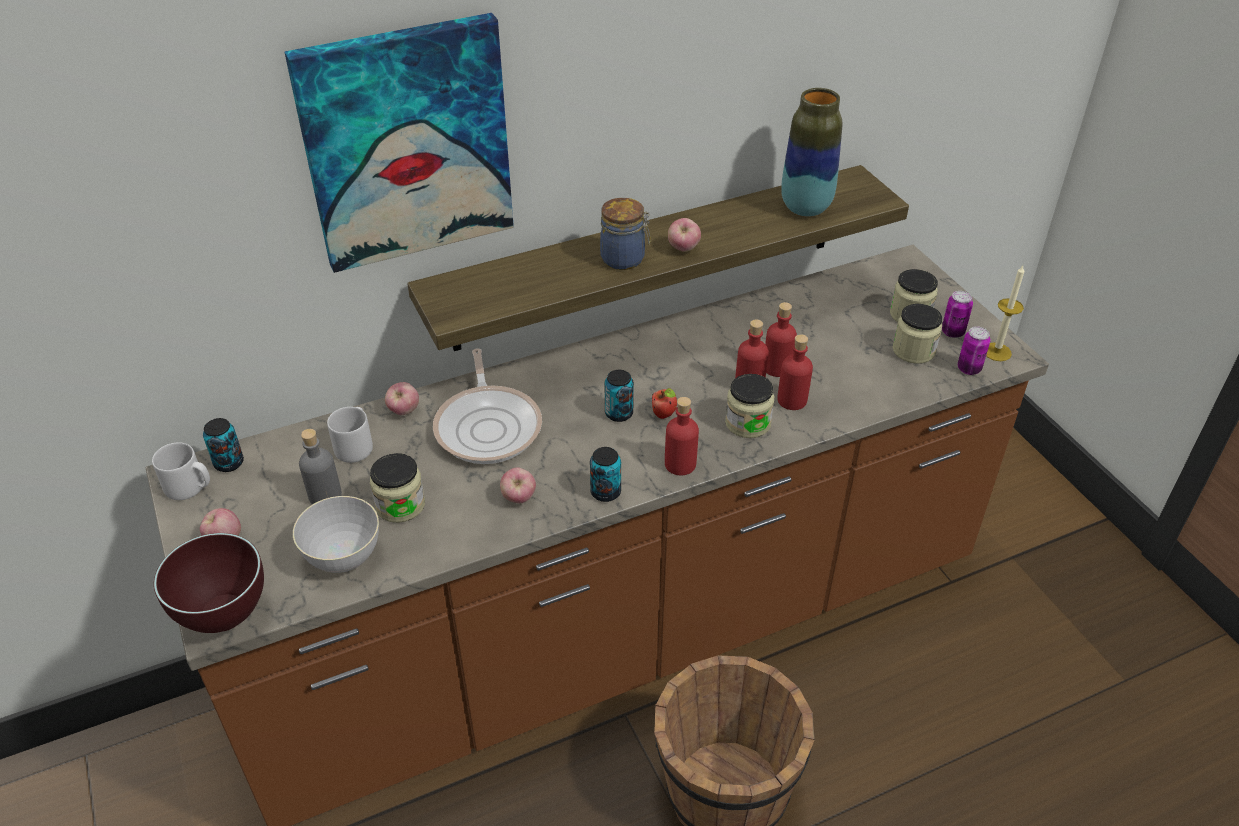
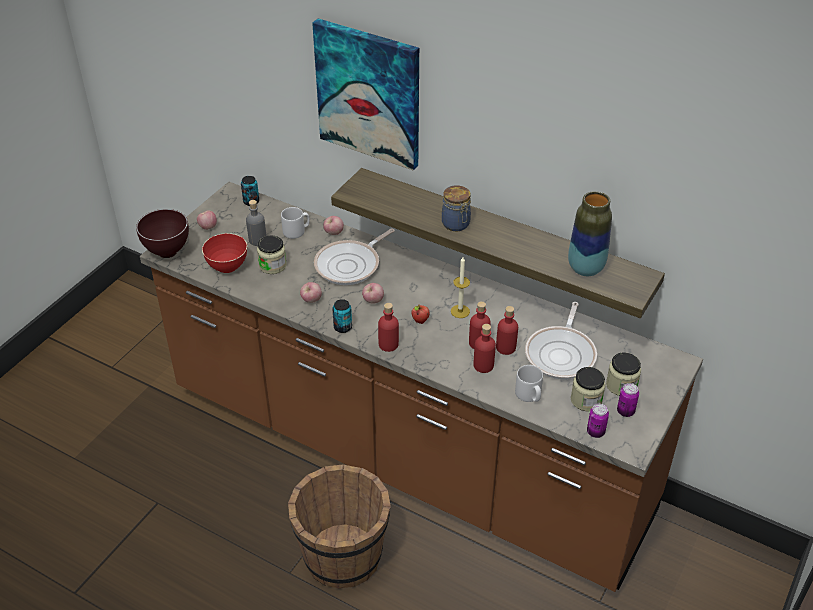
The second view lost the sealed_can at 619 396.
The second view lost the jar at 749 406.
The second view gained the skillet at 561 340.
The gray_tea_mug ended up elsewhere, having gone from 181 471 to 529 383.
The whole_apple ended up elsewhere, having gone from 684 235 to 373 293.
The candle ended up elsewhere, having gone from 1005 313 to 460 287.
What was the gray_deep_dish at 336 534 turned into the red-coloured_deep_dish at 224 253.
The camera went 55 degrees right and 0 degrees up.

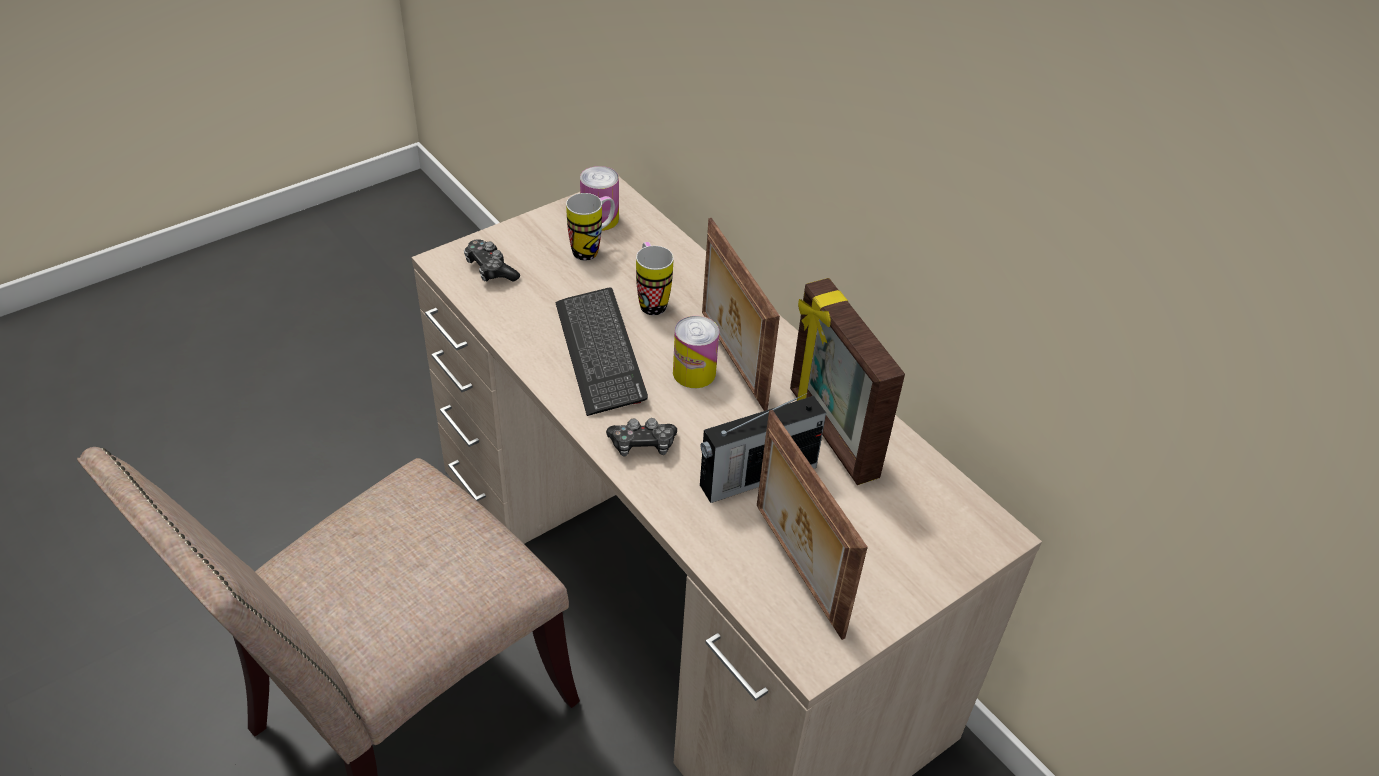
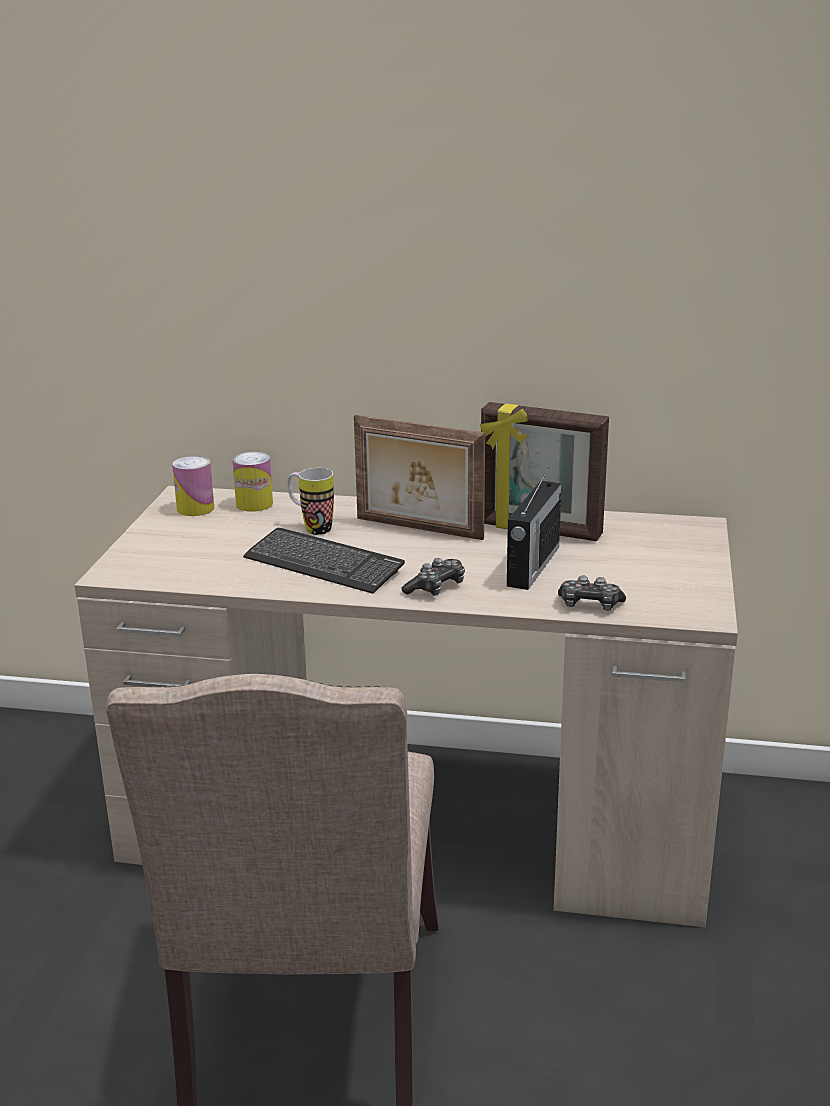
The second view lost the tea_mug at 590 227.
The second view lost the picture_frame at 812 525.
The joypad ended up elsewhere, having gone from 492 260 to 592 593.
The sealed_can ended up elsewhere, having gone from 696 352 to 252 482.
The camera went 40 degrees left and 20 degrees down.

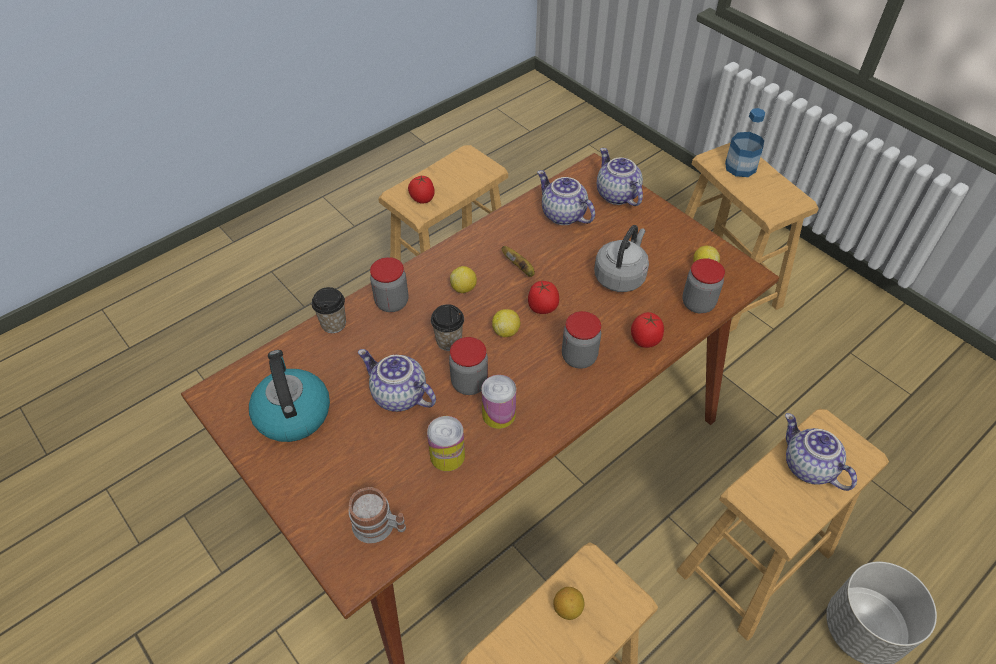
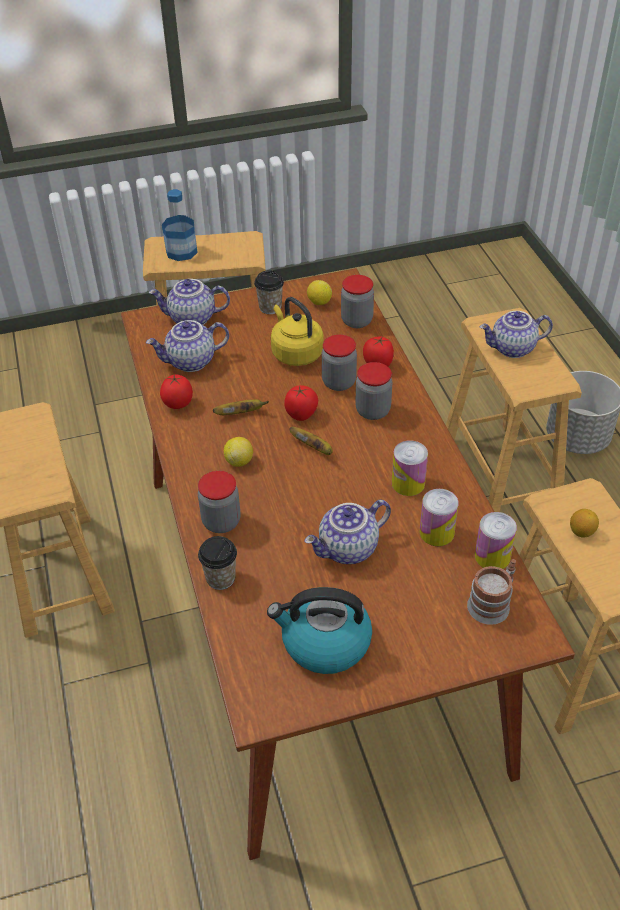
The second view gained the sealed_can at 496 540.
The whole_tomato ended up elsewhere, having gone from 421 190 to 176 392.
The small_cup ended up elsewhere, having gone from 447 327 to 269 292.
The jar ended up elsewhere, having gone from 468 366 to 339 362.
Where the lemon stood at 506 323, the banana came to stand at 311 441.
What was the gray_water_kettle at 621 258 turned into the yellow-coloured_water_kettle at 297 331.
The camera went 65 degrees left and 5 degrees down.

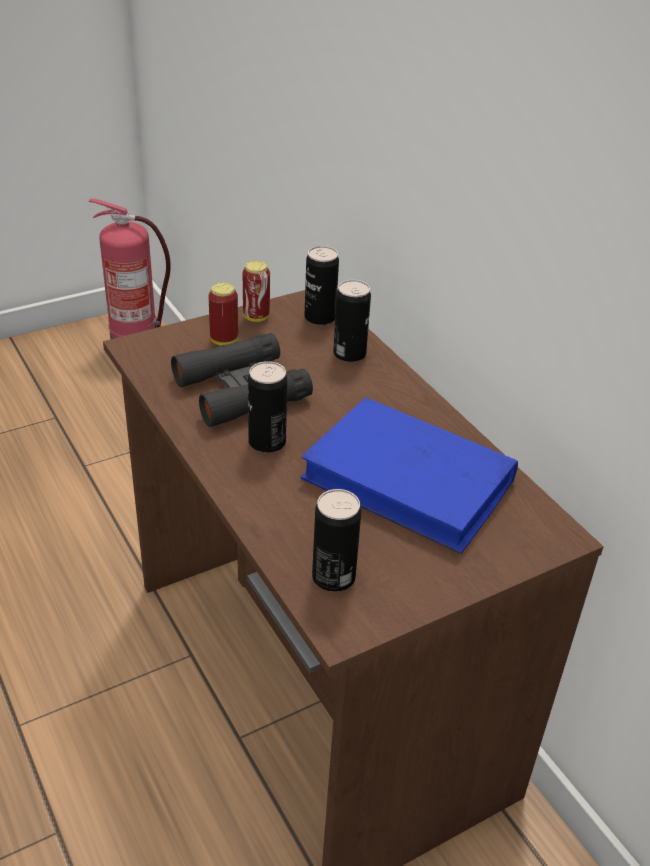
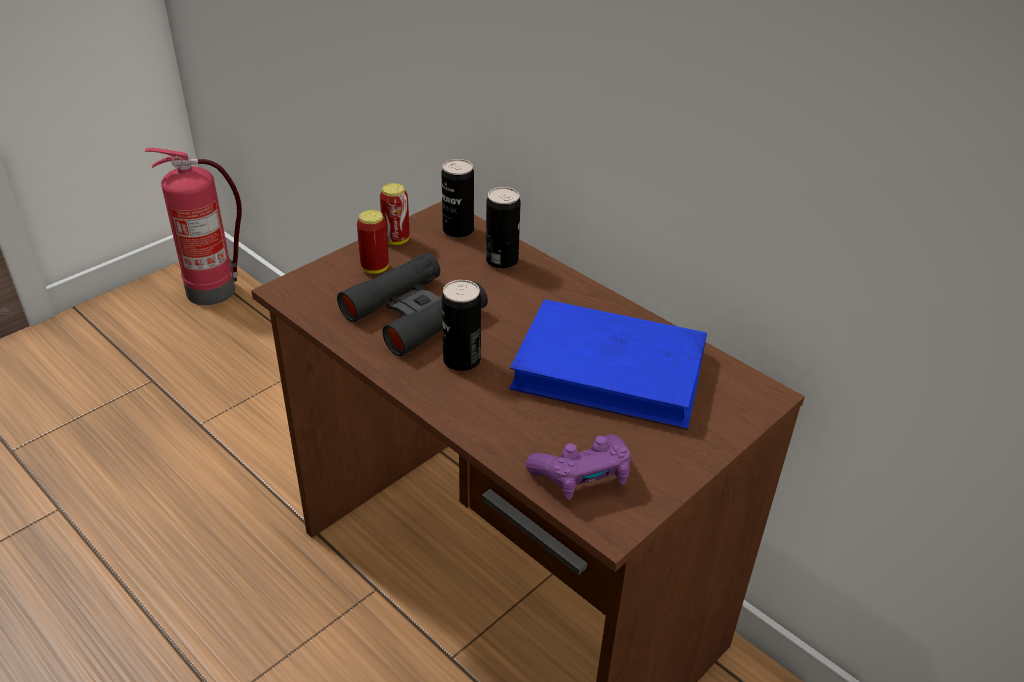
Where the sealed_can stood at 336 540, the purple-coloured_joypad came to stand at 578 467.
The camera went 15 degrees left and 0 degrees up.

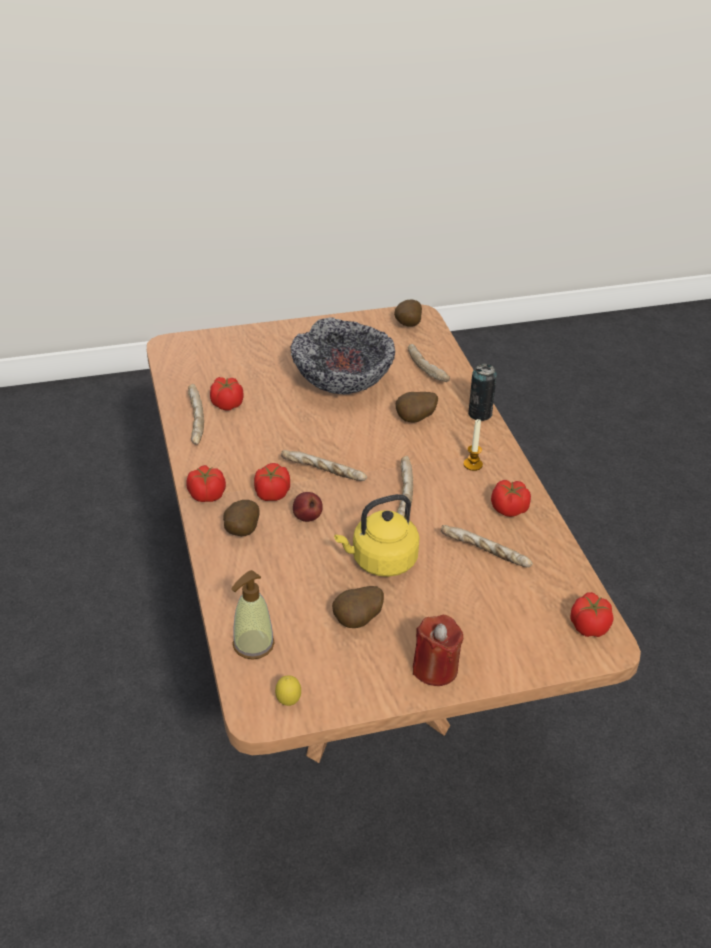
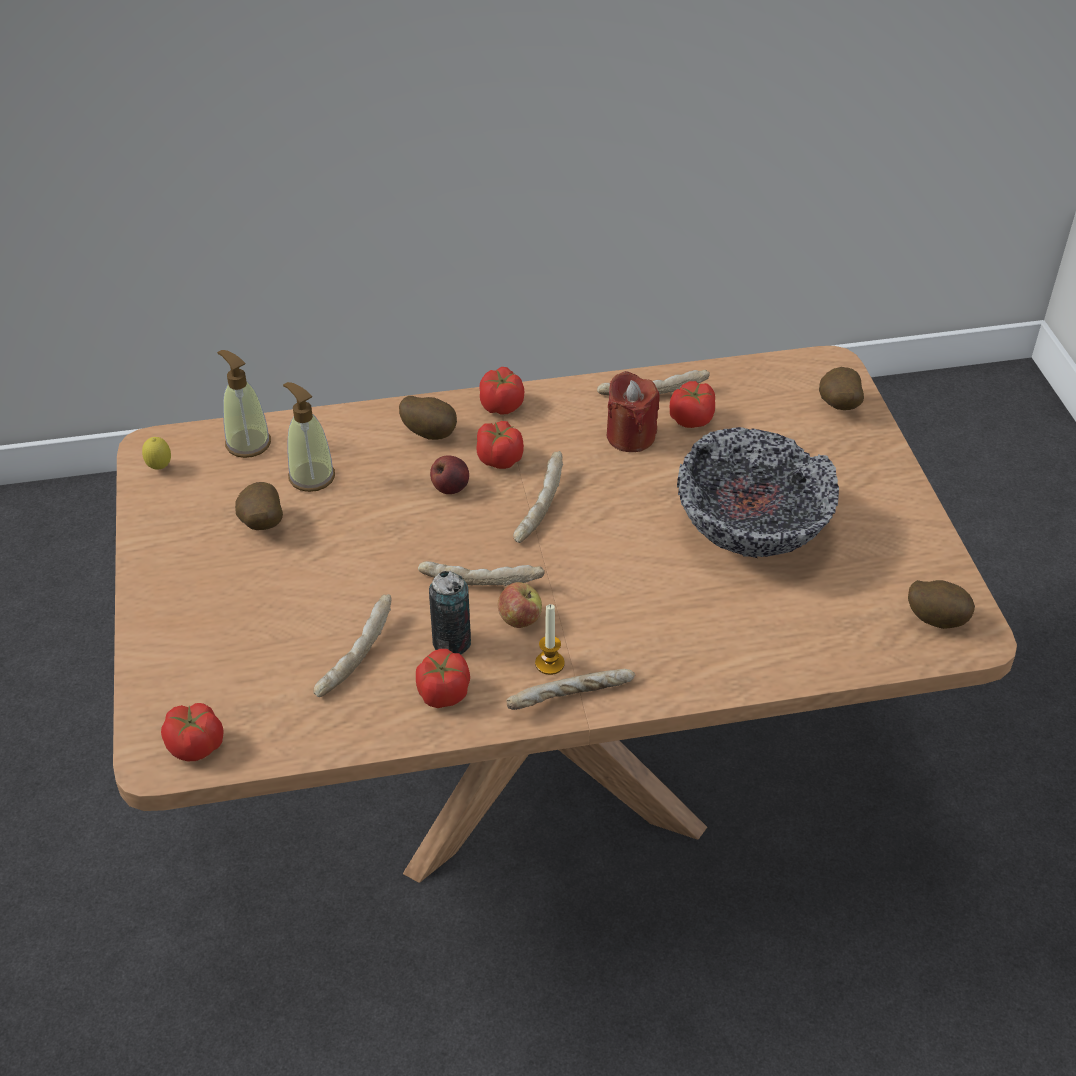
The second view lost the yellow-coloured_water_kettle at 377 535.
The second view gained the soap_dispenser at 309 437.
The second view gained the whole_apple at 520 605.
The potato ended up elsewhere, having gone from 417 407 to 841 388.
The bakery_bread ended up elsewhere, having gone from 429 363 to 570 689.
The red-coloured_candle ended up elsewhere, having gone from 438 650 to 633 411.
The sealed_can ended up elsewhere, having gone from 482 392 to 450 612.
The camera went 95 degrees right and 5 degrees up.

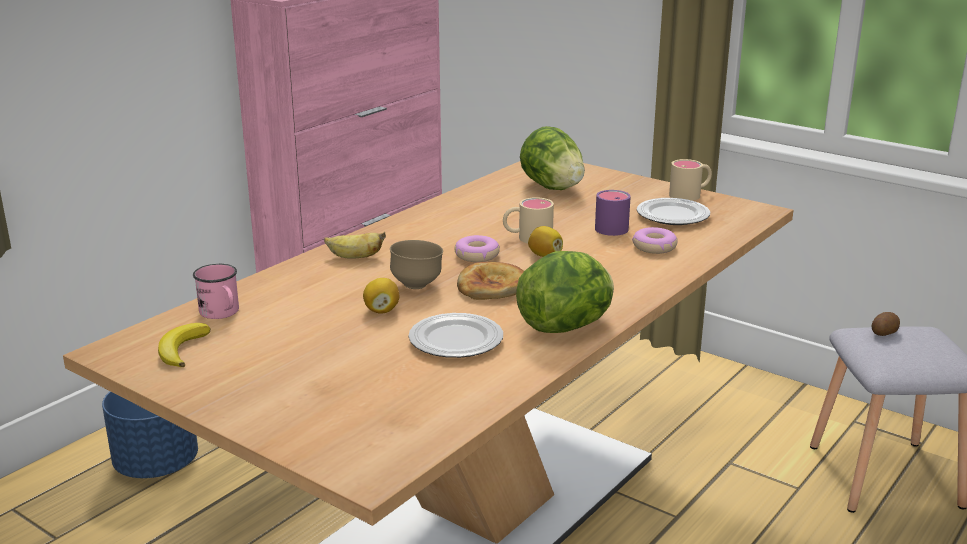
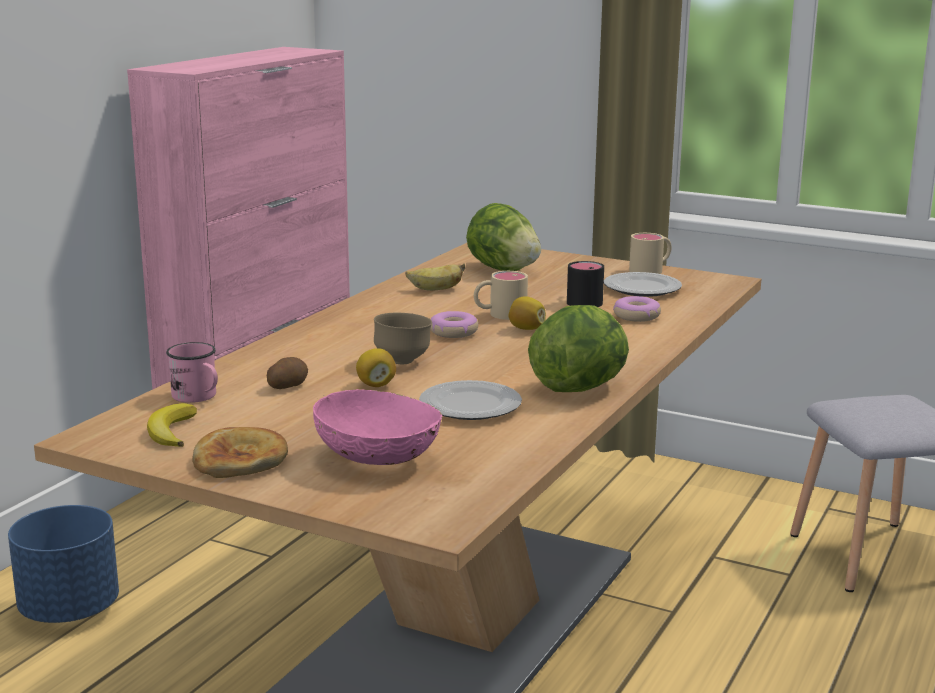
The second view gained the pink_deep_dish at 377 427.
The banana ended up elsewhere, having gone from 355 245 to 435 277.
The bakery_bread ended up elsewhere, having gone from 490 281 to 240 452.
The potato ended up elsewhere, having gone from 885 324 to 287 373.
What was the purple-coloured_tea_mug at 613 213 turned into the black_tea_mug at 585 284.
The camera went 10 degrees left and 5 degrees down.

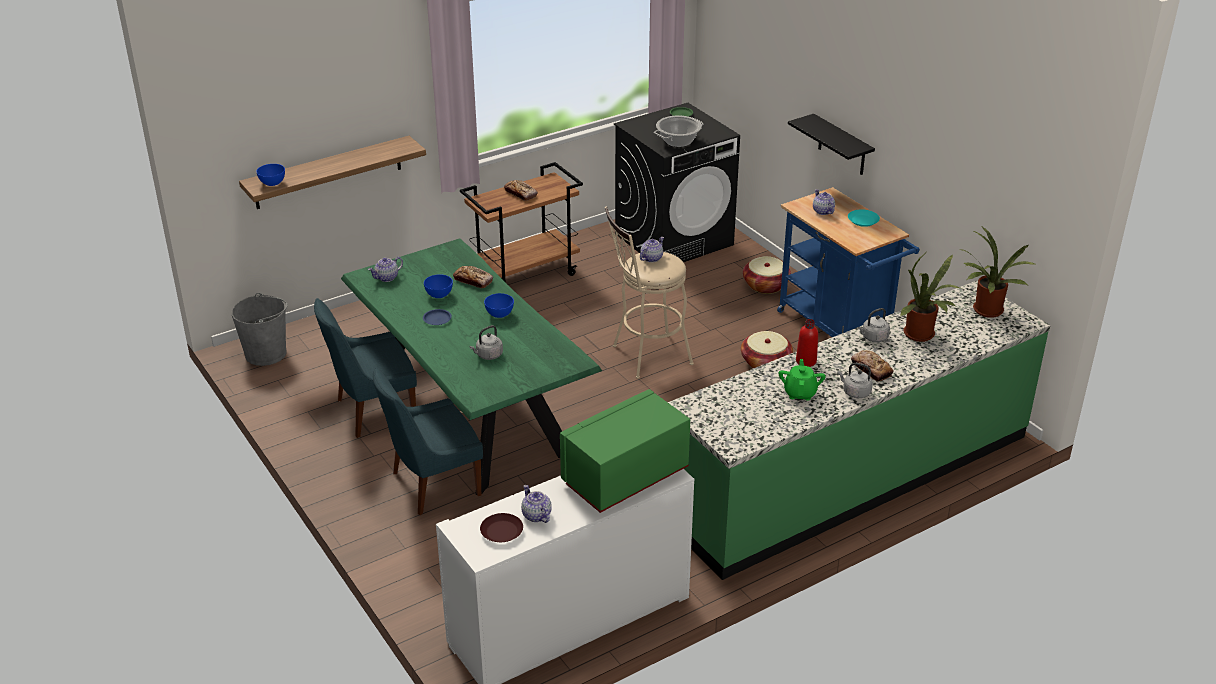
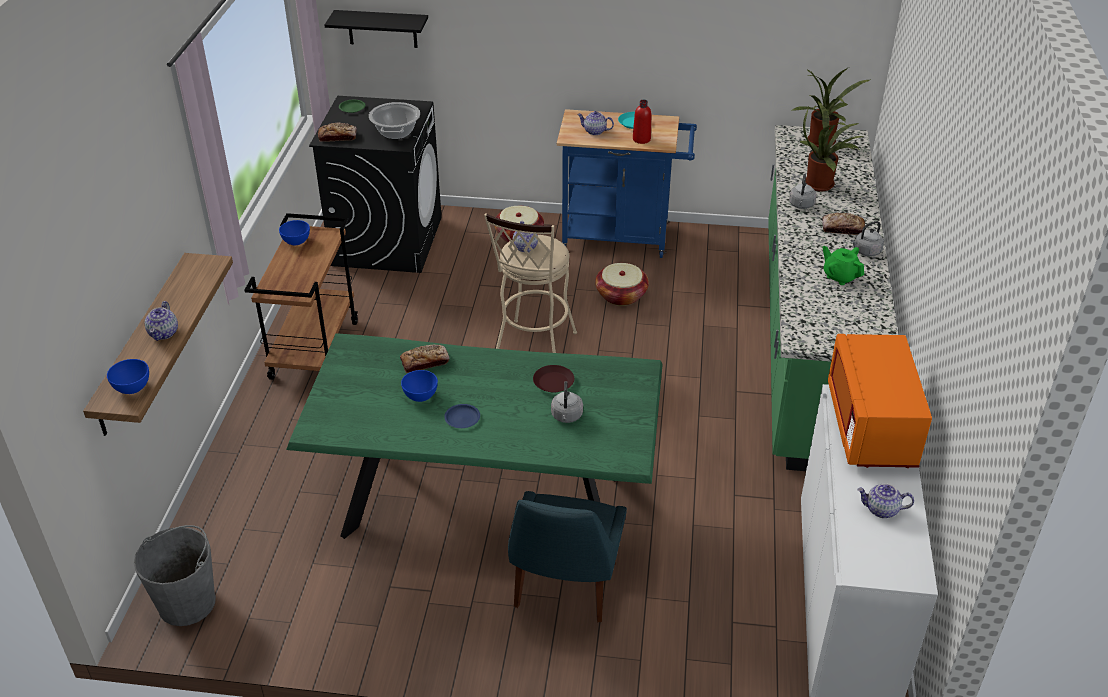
The second view lost the blue_plain_chair at 365 368.
The teapot ended up elsewhere, having gone from 385 269 to 161 321.
The brown-coloured_dinner_plate ended up elsewhere, having gone from 501 527 to 553 378.
The blue_deep_dish ended up elsewhere, having gone from 499 305 to 294 232.
The bakery_bread ended up elsewhere, having gone from 521 190 to 337 132.
The black_shelf ended up elsewhere, having gone from 831 144 to 376 29.
The red-coloured_drink_bottle ended up elsewhere, having gone from 807 343 to 642 122.
What was the greenish_microwave at 625 451 turned into the orange_microwave at 880 401.
The camera went 50 degrees left and 5 degrees up.

